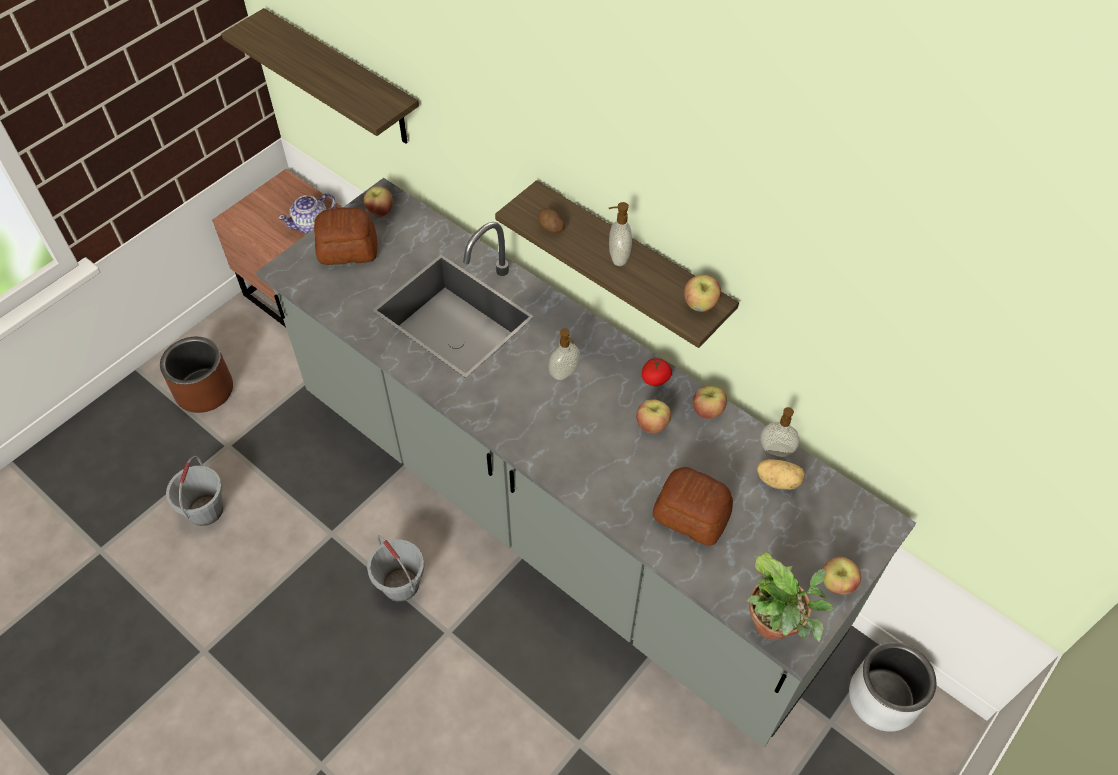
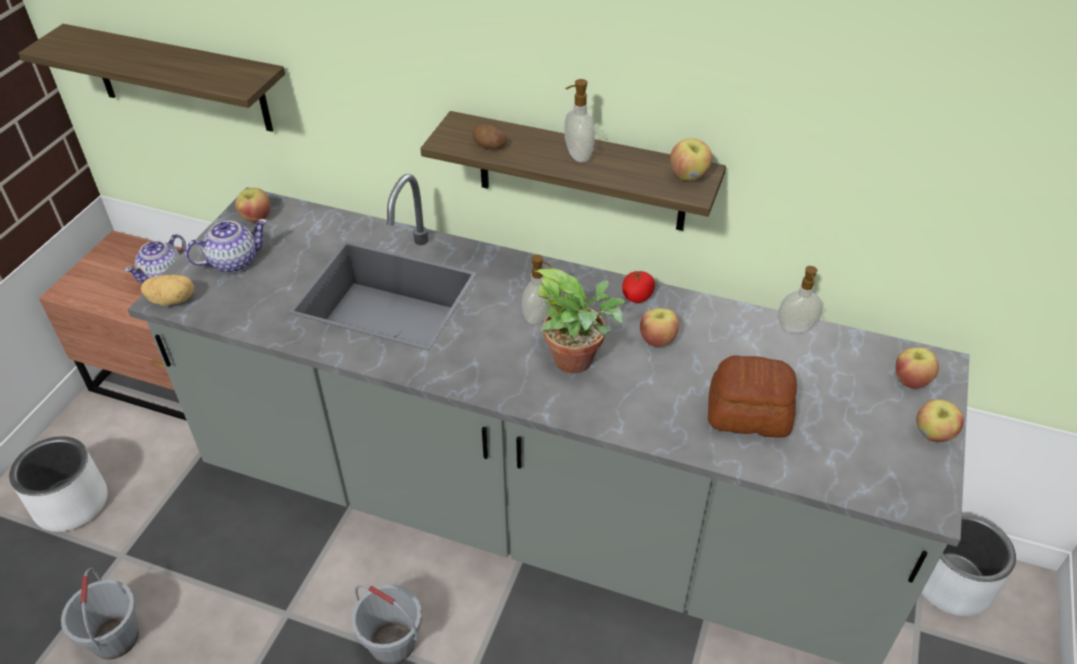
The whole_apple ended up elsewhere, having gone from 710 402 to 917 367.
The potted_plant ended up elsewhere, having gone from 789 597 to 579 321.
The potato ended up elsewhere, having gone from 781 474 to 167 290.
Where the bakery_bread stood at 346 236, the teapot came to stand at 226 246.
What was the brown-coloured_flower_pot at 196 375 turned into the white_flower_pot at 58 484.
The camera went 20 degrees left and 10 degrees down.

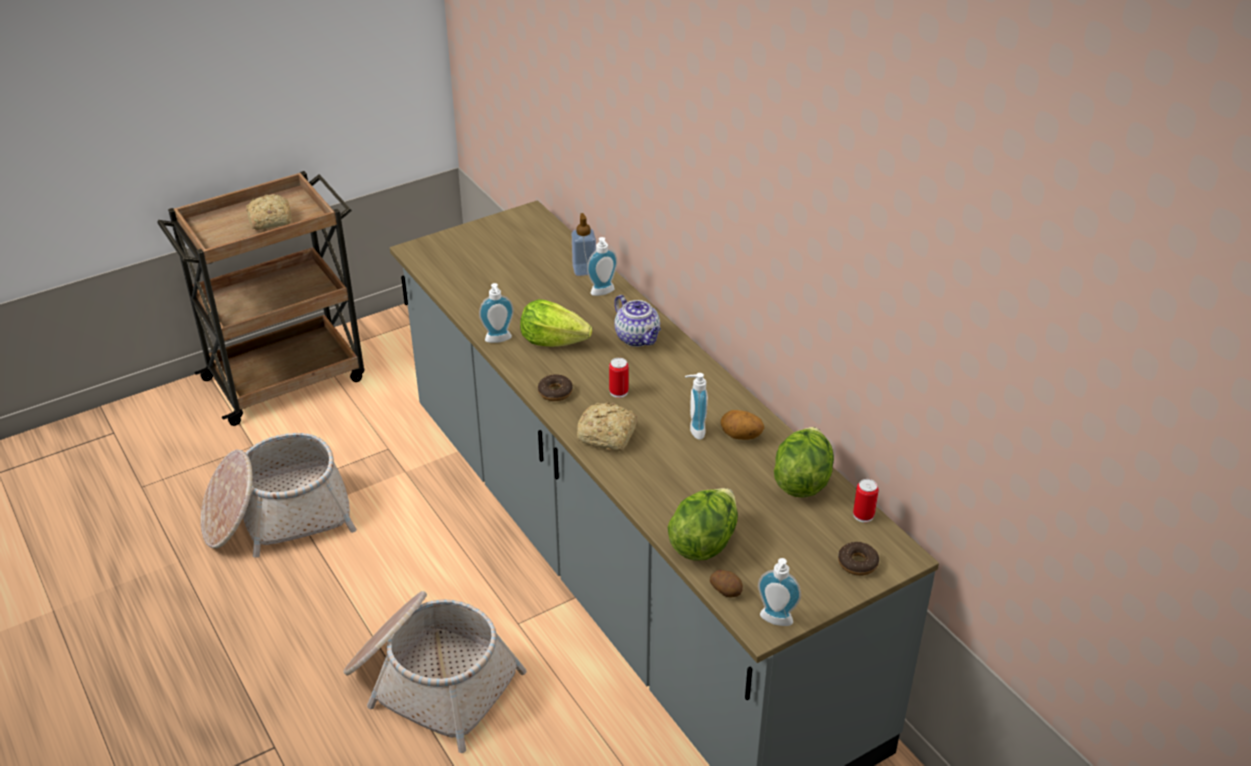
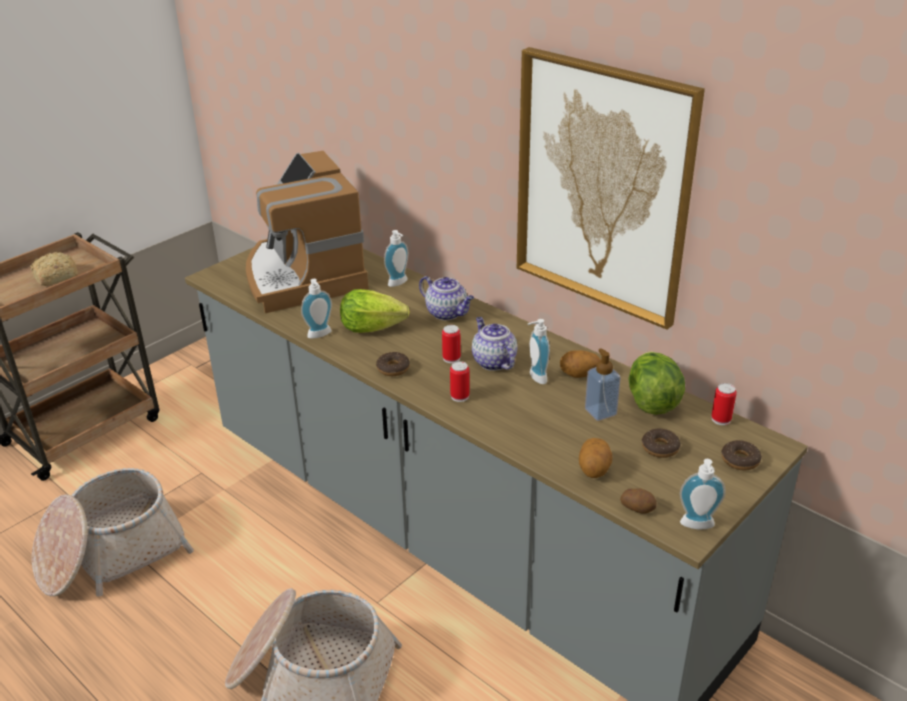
The second view gained the coffee_machine at 307 232.
The second view gained the teapot at 495 344.
The second view gained the wall_art at 611 188.
The second view gained the donut at 661 443.
The soap_dispenser ended up elsewhere, having gone from 584 244 to 603 384.
Where the bakery_bread stood at 607 426, the sealed_can came to stand at 460 381.
Where the lettuce_head stood at 703 524, the potato came to stand at 595 458.
The camera went 15 degrees left and 5 degrees down.

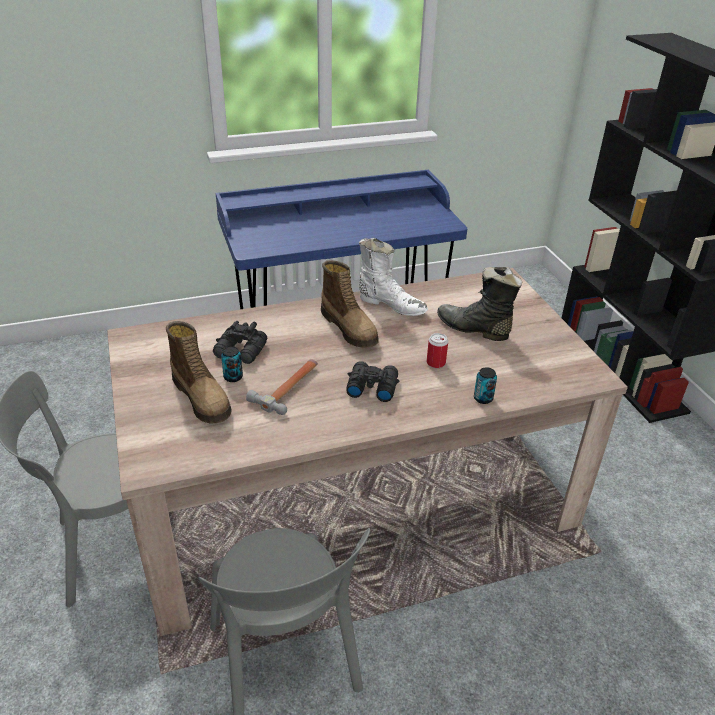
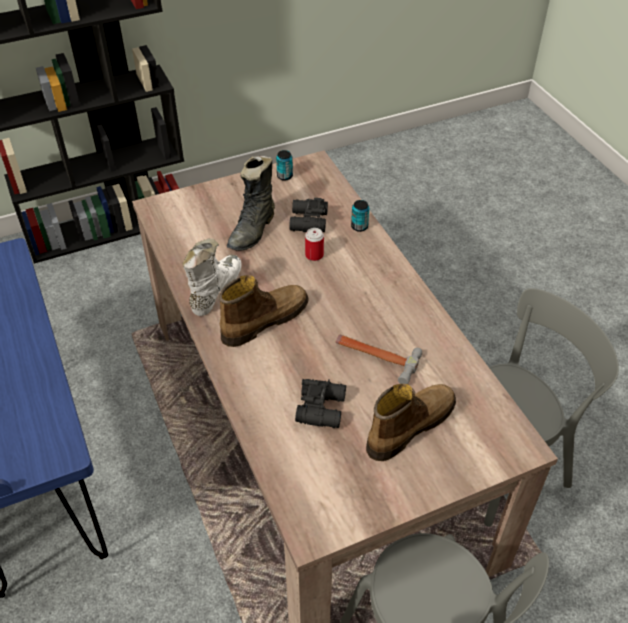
The sealed_can ended up elsewhere, having gone from 232 364 to 284 165.
The black_pair_of_binoculars ended up elsewhere, having gone from 373 381 to 308 215.
The camera went 95 degrees left and 10 degrees up.

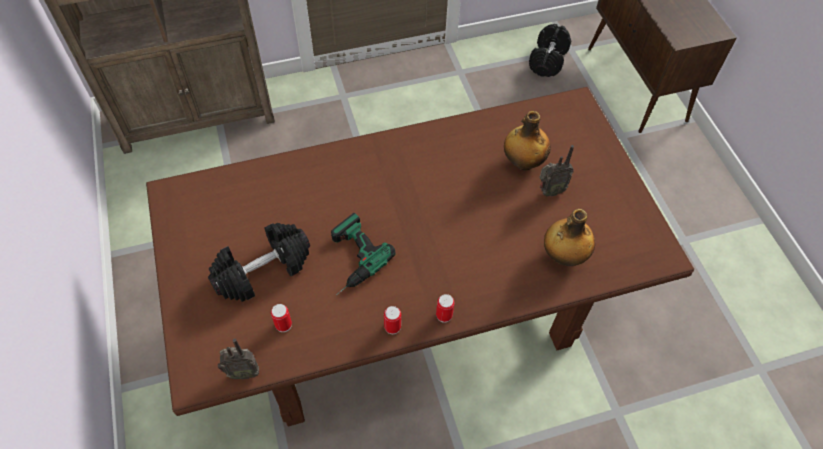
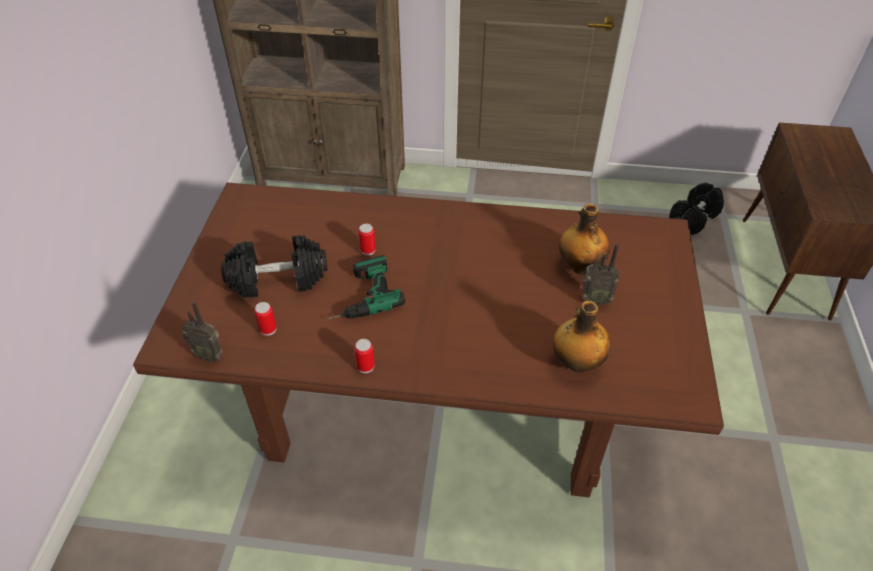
The sealed_can ended up elsewhere, having gone from 445 308 to 367 239.
The camera went 25 degrees right and 10 degrees down.

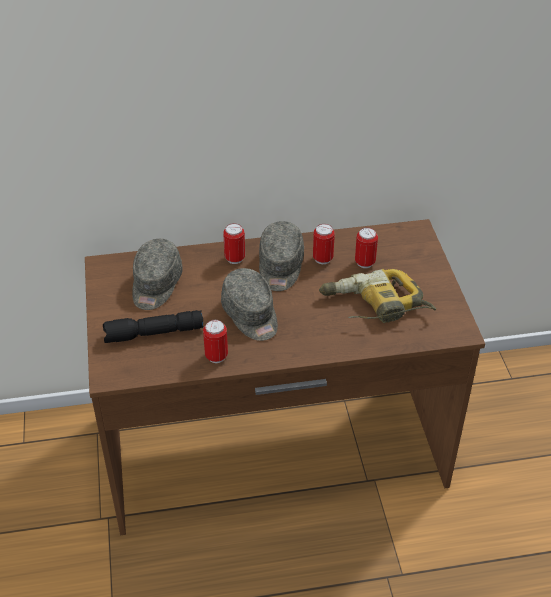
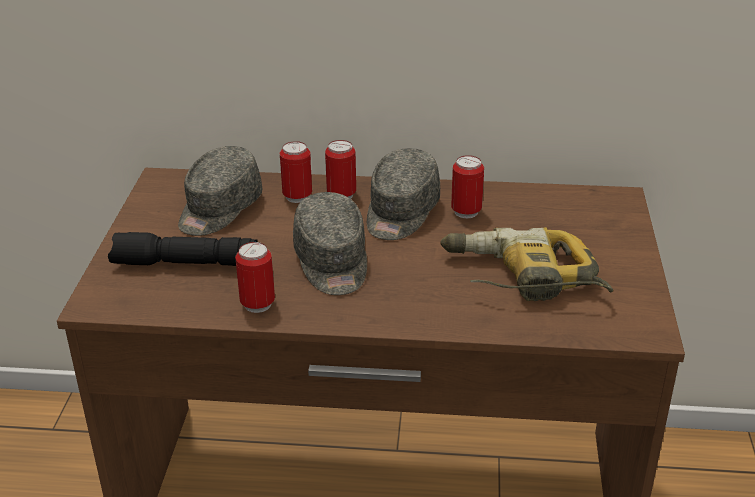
The sealed_can ended up elsewhere, having gone from 366 247 to 296 172.
The camera went 15 degrees right and 10 degrees down.

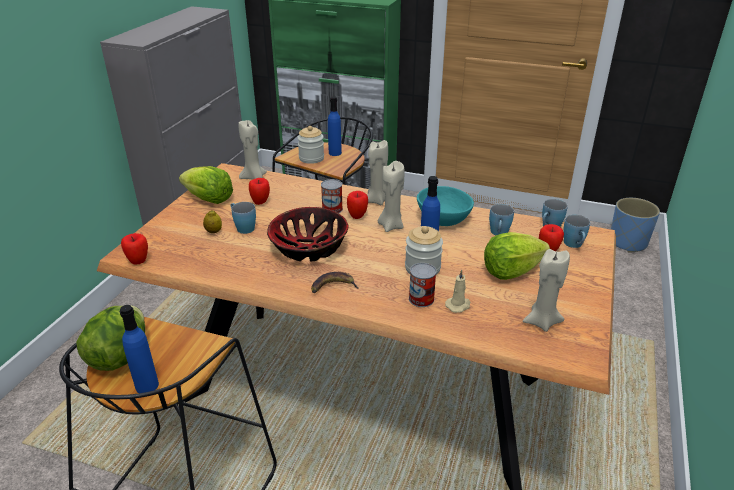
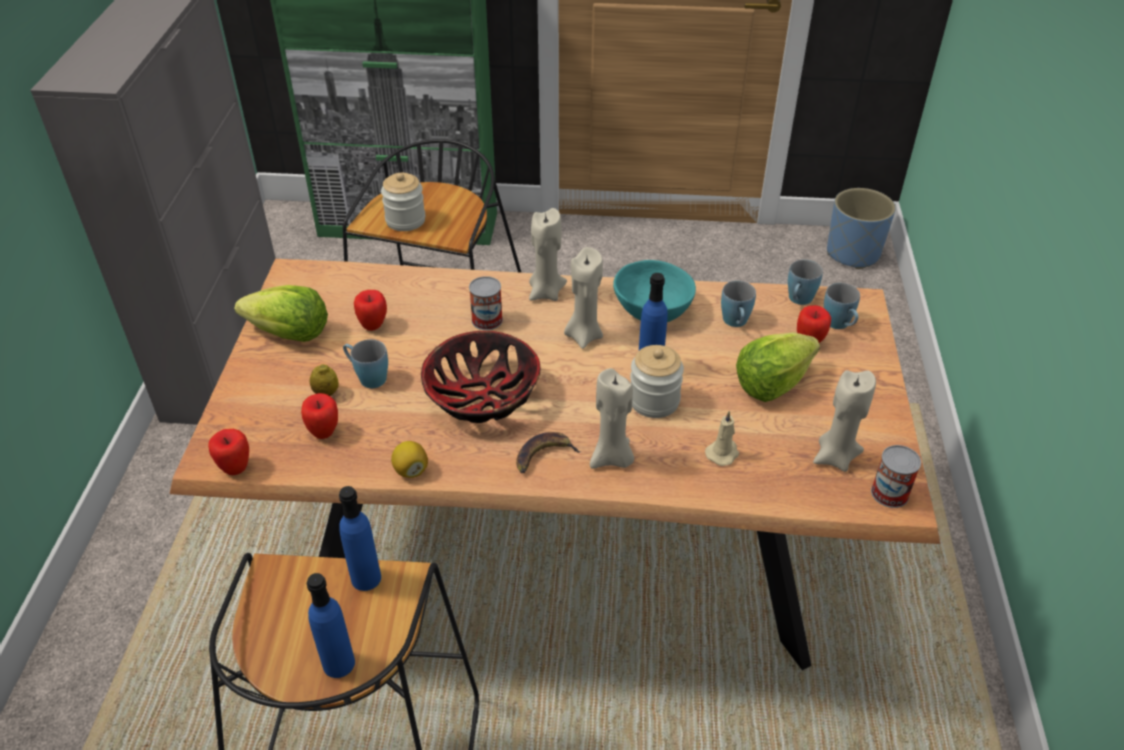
The second view lost the lettuce_head at 110 338.
The second view gained the lemon at 409 459.
The beige-coloured_candle ended up elsewhere, having gone from 252 150 to 612 418.
The blue_drink_bottle ended up elsewhere, having gone from 335 126 to 360 538.
The whole_apple ended up elsewhere, having gone from 357 205 to 319 416.
The sealed_can ended up elsewhere, having gone from 423 285 to 896 476.
The camera went 15 degrees left and 10 degrees up.

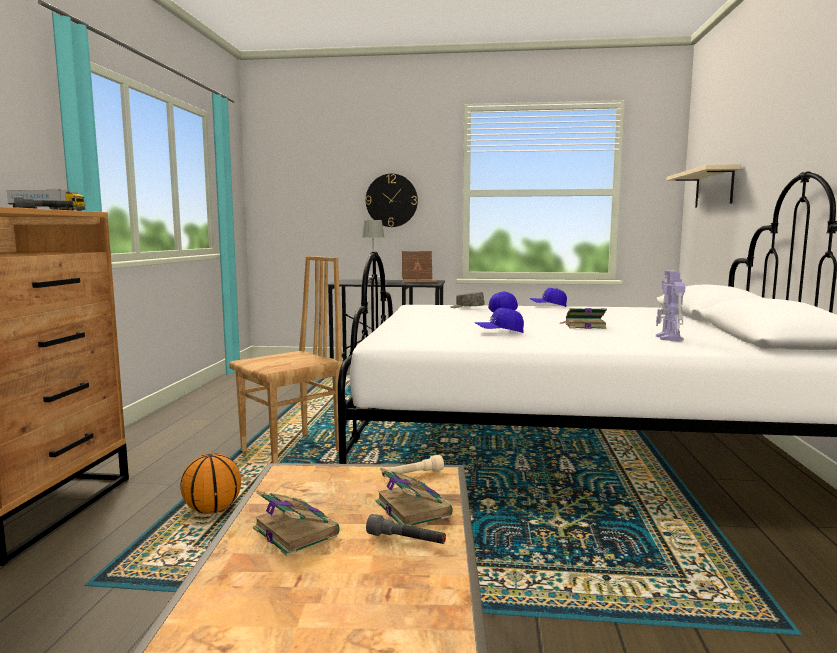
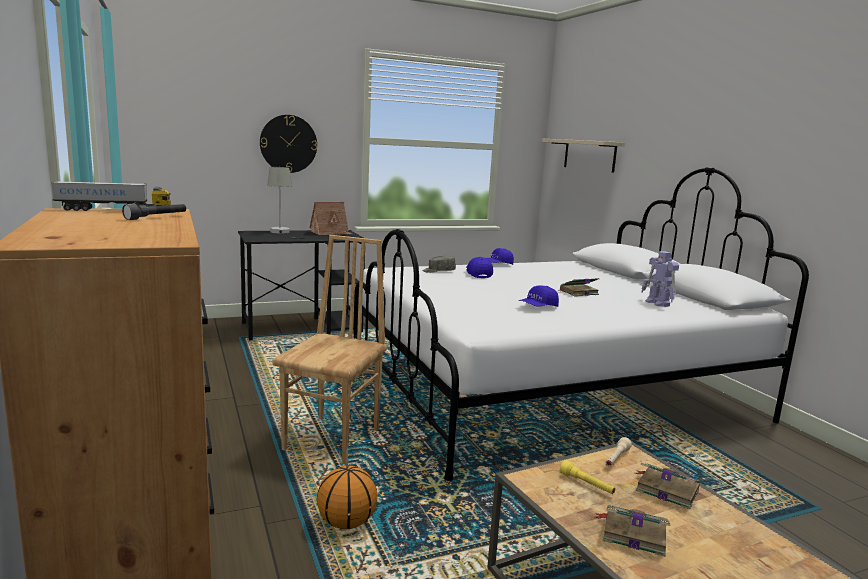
The second view lost the gray_hand_torch at 406 529.
The second view gained the yellow-coloured_hand_torch at 587 477.
The camera went 30 degrees left and 5 degrees up.

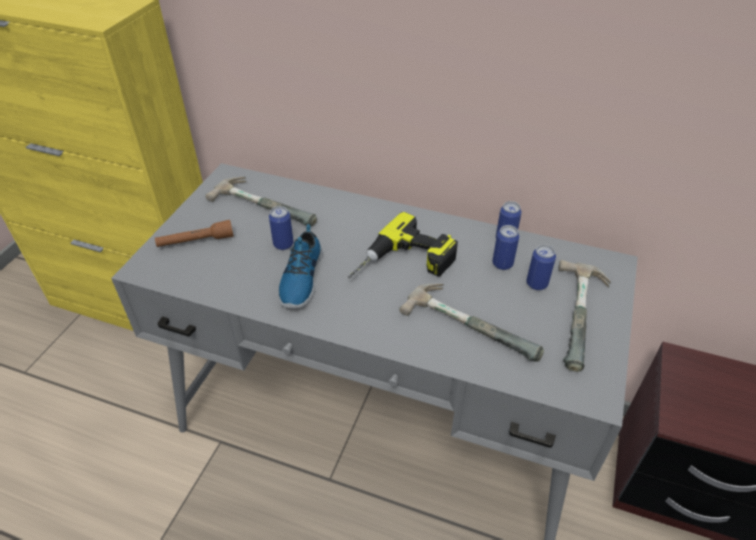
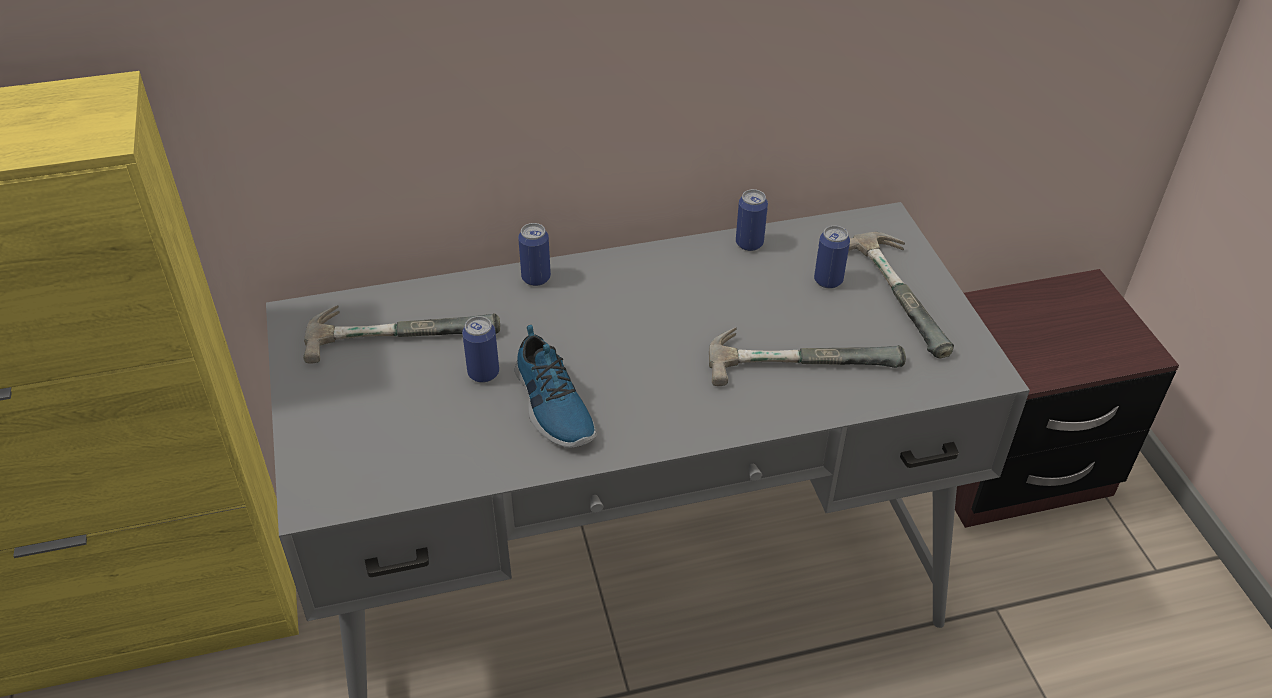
The second view lost the brown-coloured_hand_torch at 194 233.
The second view lost the power_drill at 403 245.
The sealed_can ended up elsewhere, having gone from 505 247 to 534 254.
The camera went 35 degrees left and 0 degrees up.

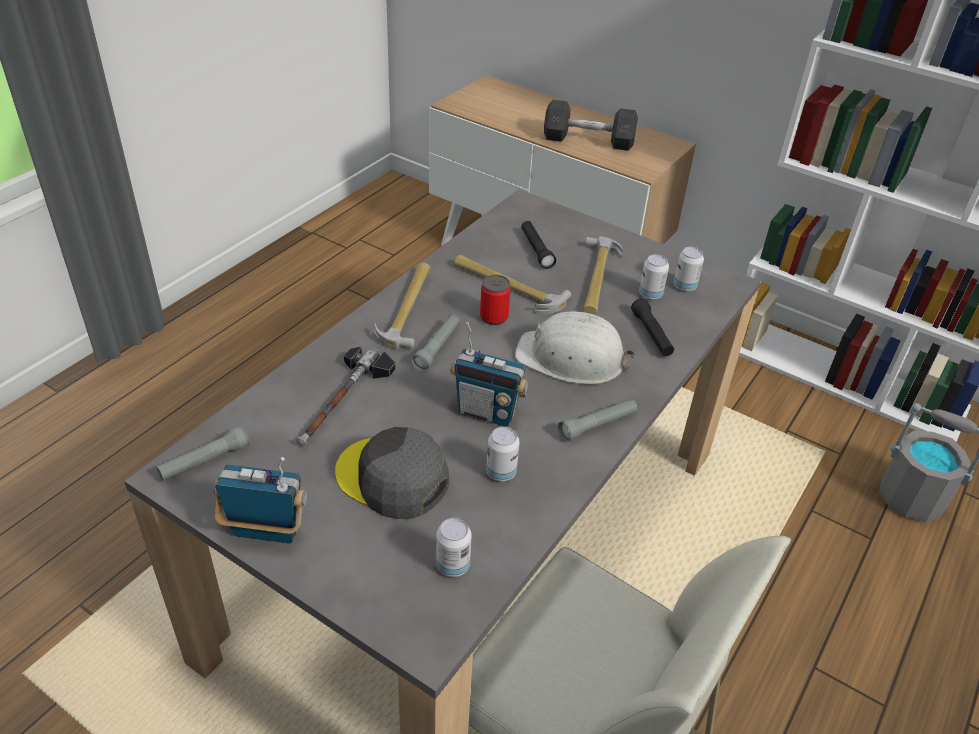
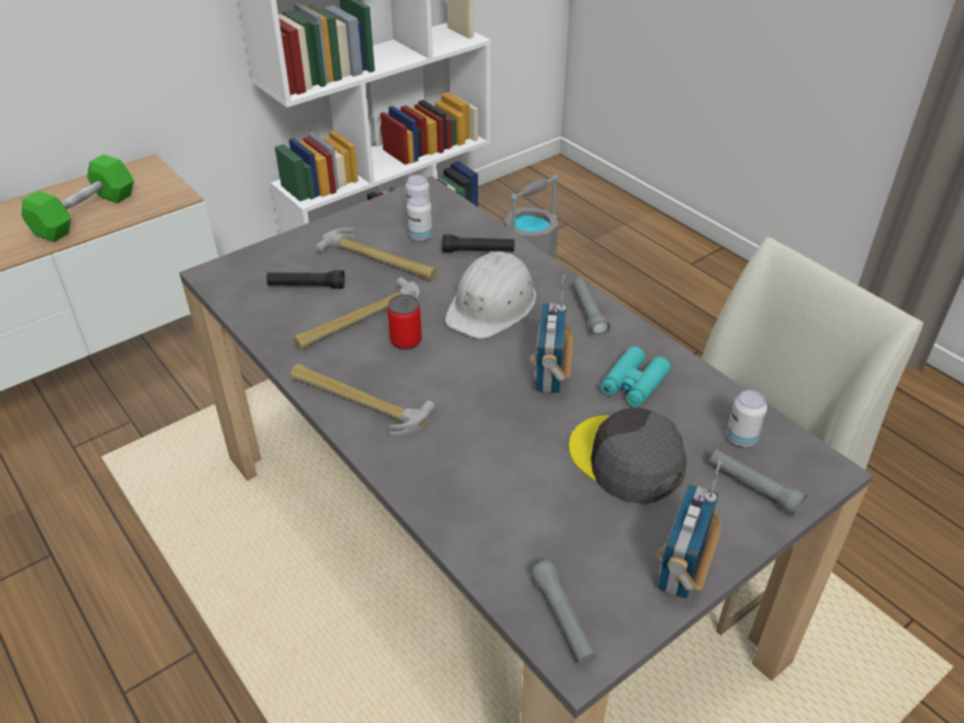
The second view lost the hammer at 346 397.
The gray_hand_torch ended up elsewhere, having gone from 435 342 to 758 482.
Where the sealed_can stood at 503 454, the turquoise-coloured_pair_of_binoculars came to stand at 635 376.
What was the gray_free_weight at 591 125 turned into the greenish_free_weight at 77 198.
The gray_peaked_cap at 392 473 ended up facing another way, 90 degrees clockwise from before.
The radio_set at 489 374 ended up facing another way, 150 degrees clockwise from before.
The camera went 70 degrees left and 0 degrees up.

